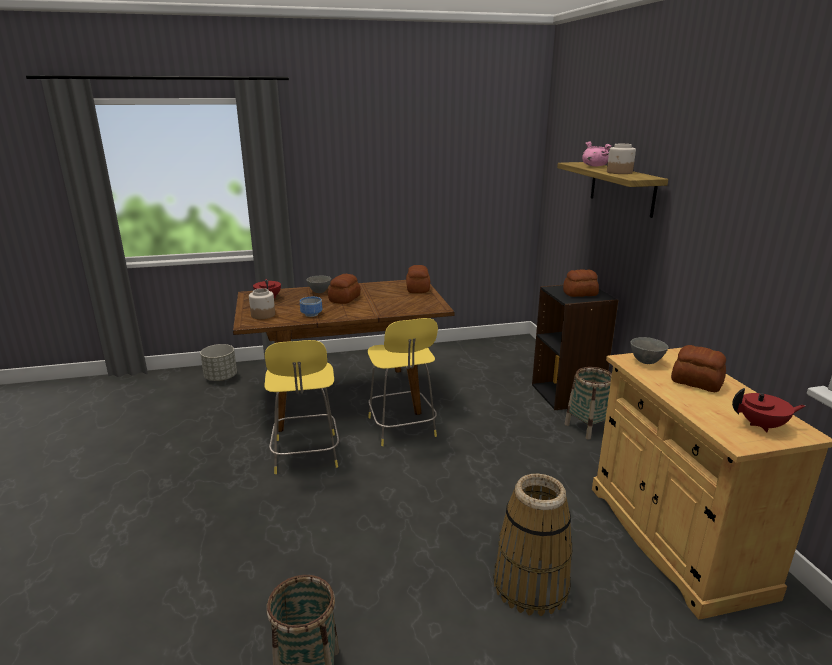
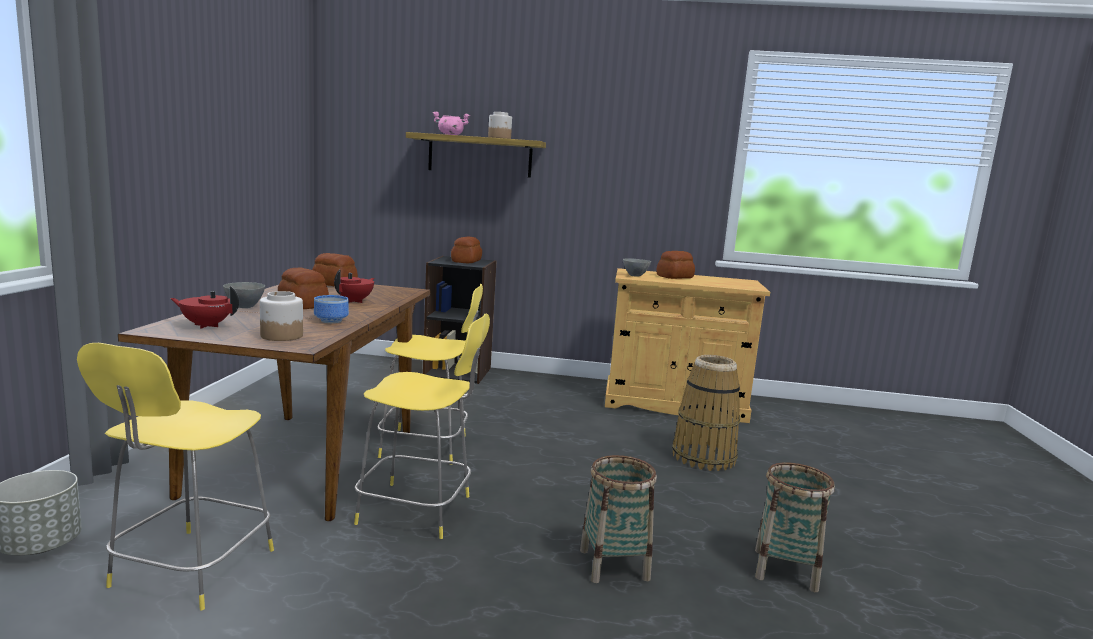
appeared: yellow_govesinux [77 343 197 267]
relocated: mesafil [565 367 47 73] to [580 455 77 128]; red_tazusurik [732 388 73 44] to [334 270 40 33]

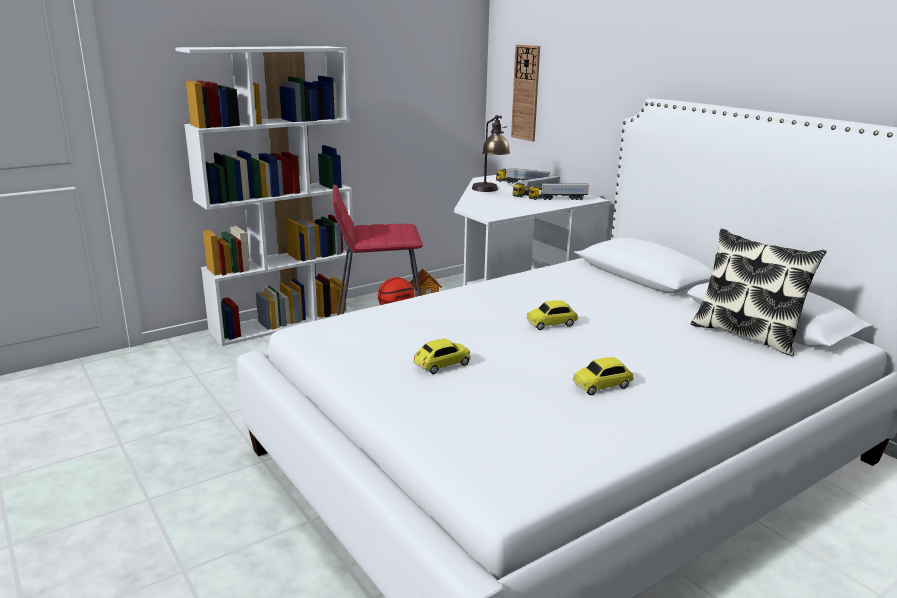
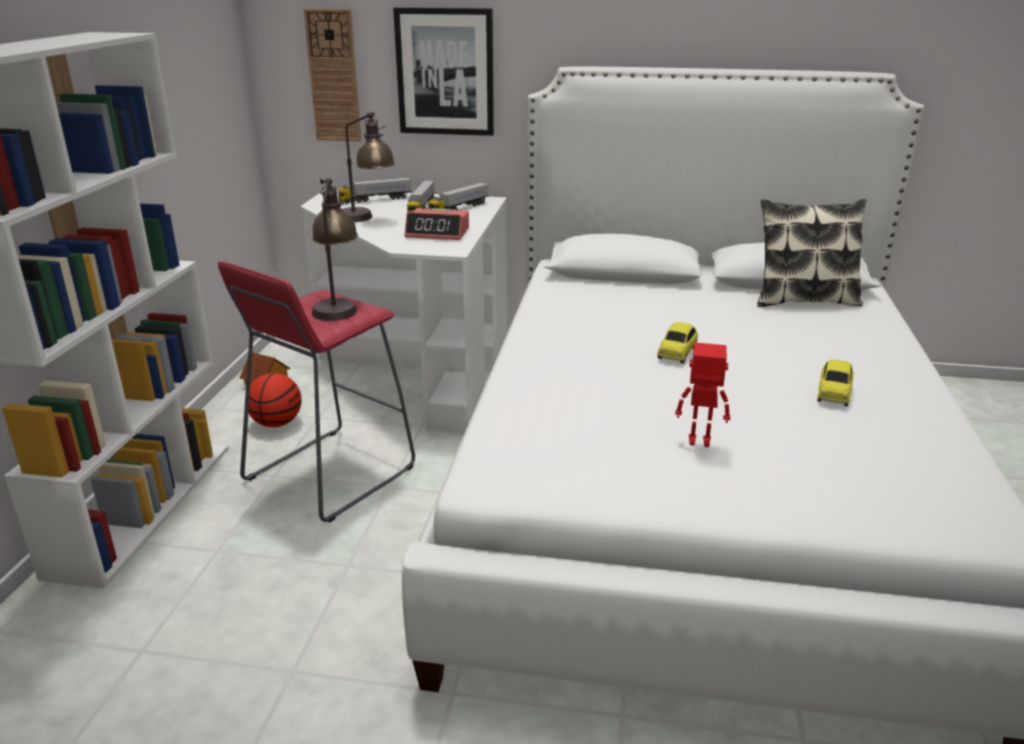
appeared: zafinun [312 178 46 143]; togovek [393 7 101 129]; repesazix [405 208 64 32]
exchanged: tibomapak [413 338 58 36] to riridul [675 342 55 105]

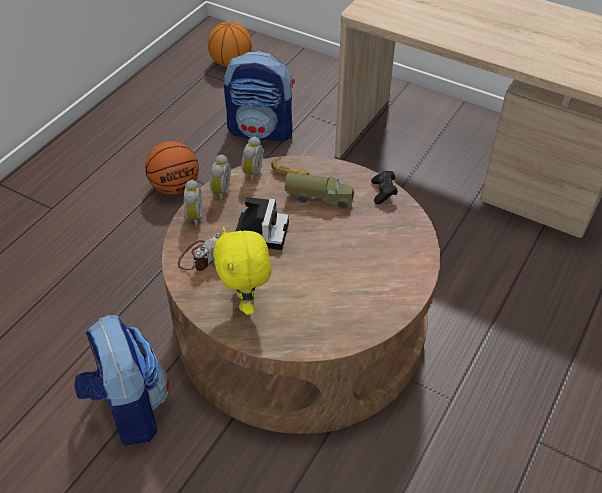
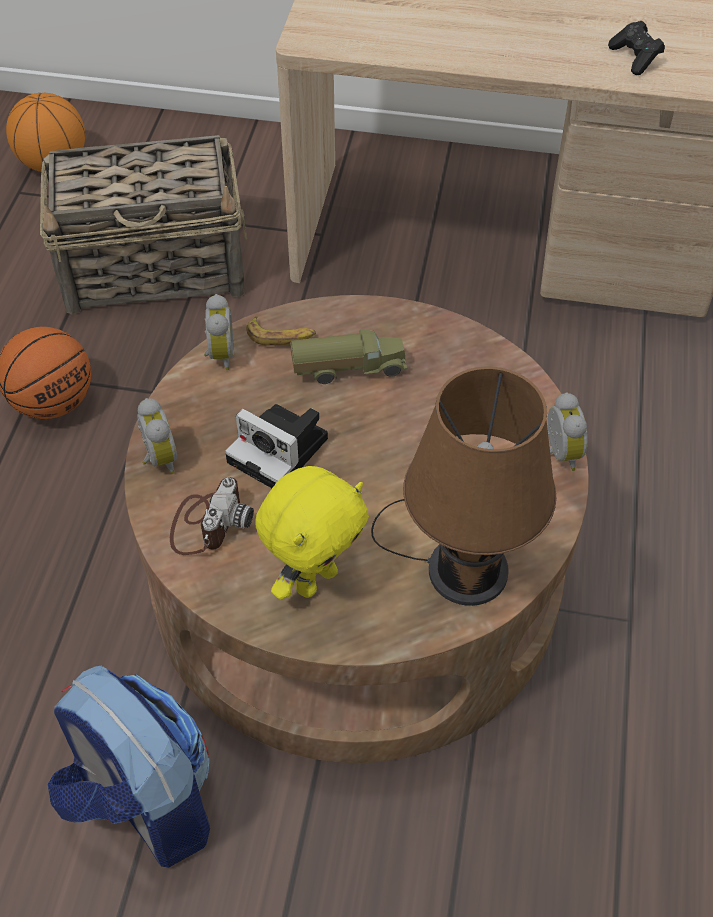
appeared: brown_zafinun [371 366 185 240]
relocated: repesazix [210 154 21 47] to [547 392 41 79]; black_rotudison [371 171 27 34] to [608 21 57 54]
exchanged: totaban [224 51 71 92] to mesafil [40 135 207 180]
spun: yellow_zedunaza [213 227 58 88] = [256 466 113 134] 105 degrees counterclockwise; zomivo [235 197 54 53] = [225 404 103 84] 135 degrees clockwise

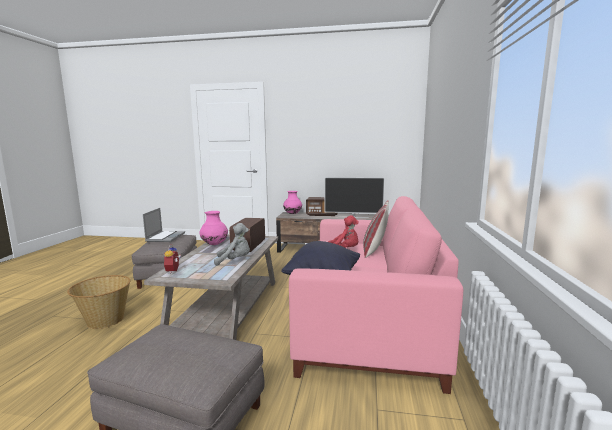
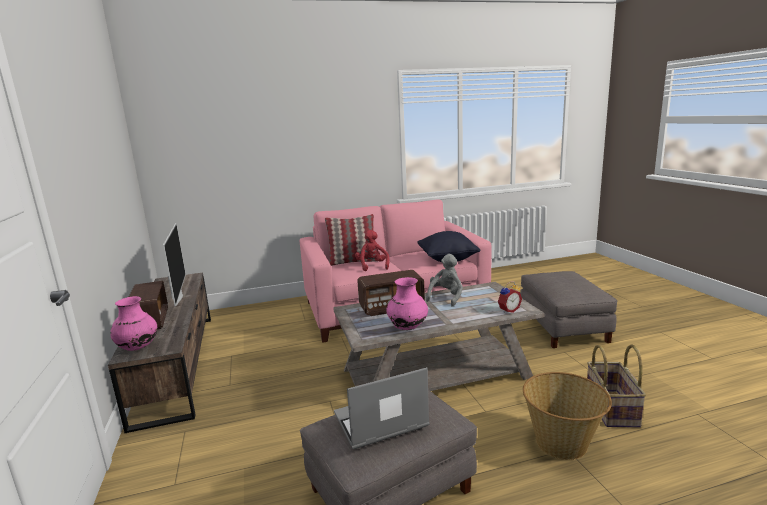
appeared: mesafil [587 344 59 83]
spun: grey_zedunaza [214 223 36 43] = [426 254 37 53] 60 degrees clockwise

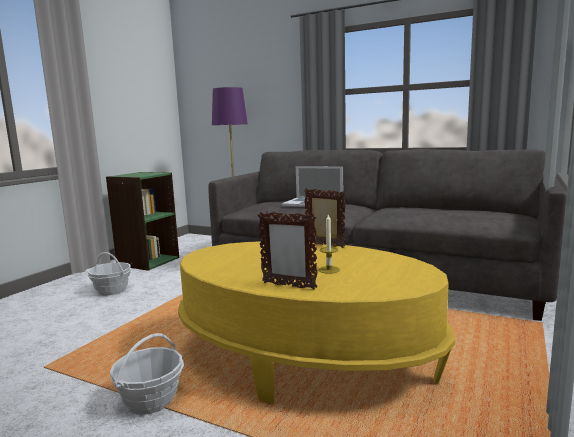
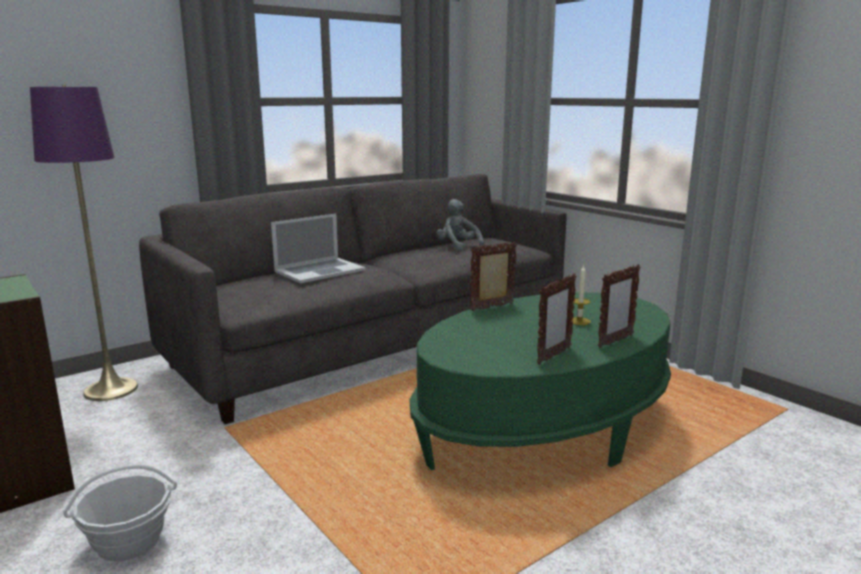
missing: mesafil [110 333 74 82]
appeared: grey_zedunaza [437 199 47 52]; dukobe [537 273 39 92]
colour: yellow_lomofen [178 241 277 164] to green_lomofen [410 292 261 178]

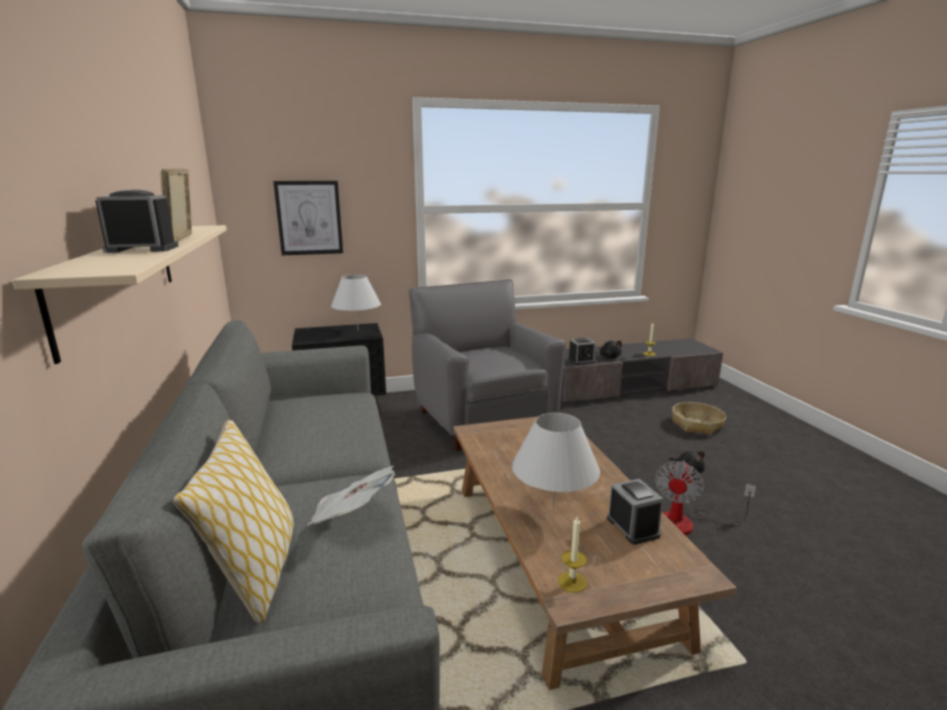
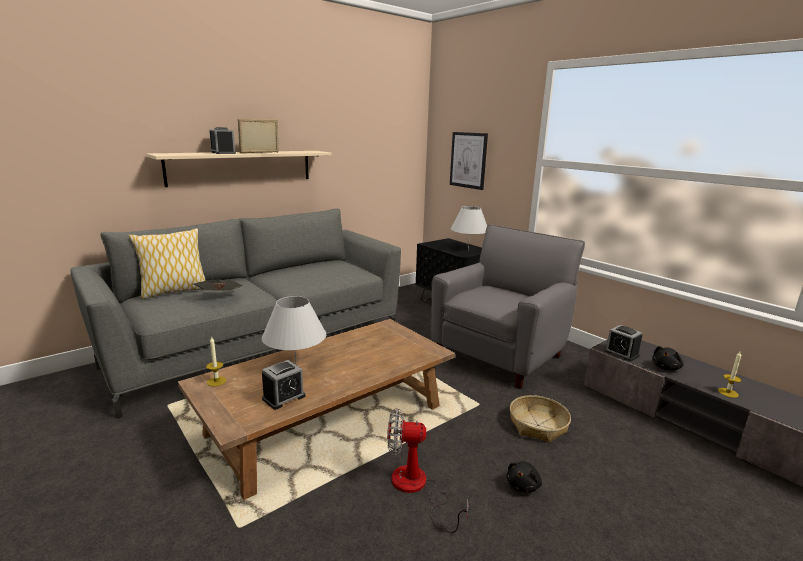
relocated: mesafil [672 402 54 33] to [510 395 61 48]

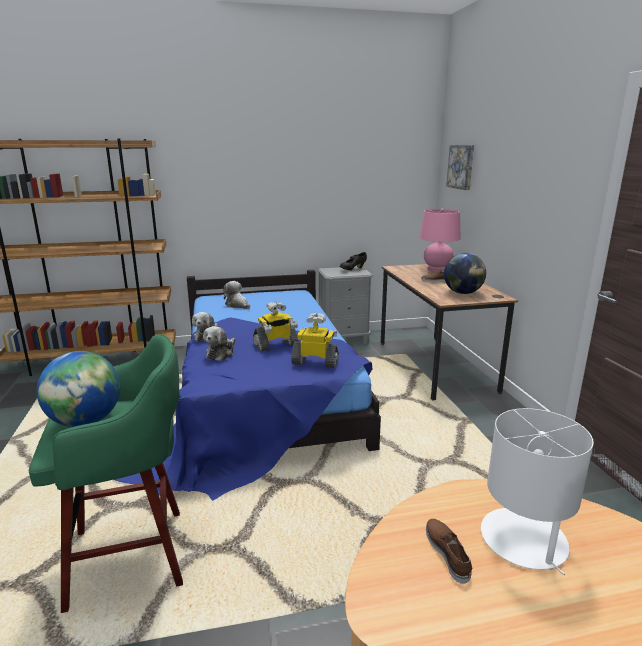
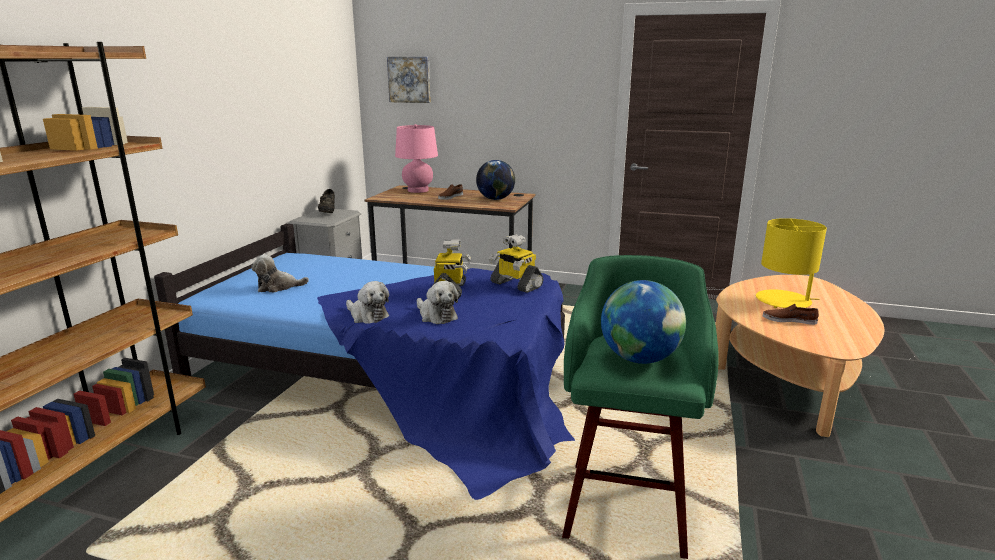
colour: white_zafinun [481 408 113 167] to yellow_zafinun [756 218 71 90]
spun: riridul [291 313 48 55] = [489 234 54 59] 90 degrees counterclockwise

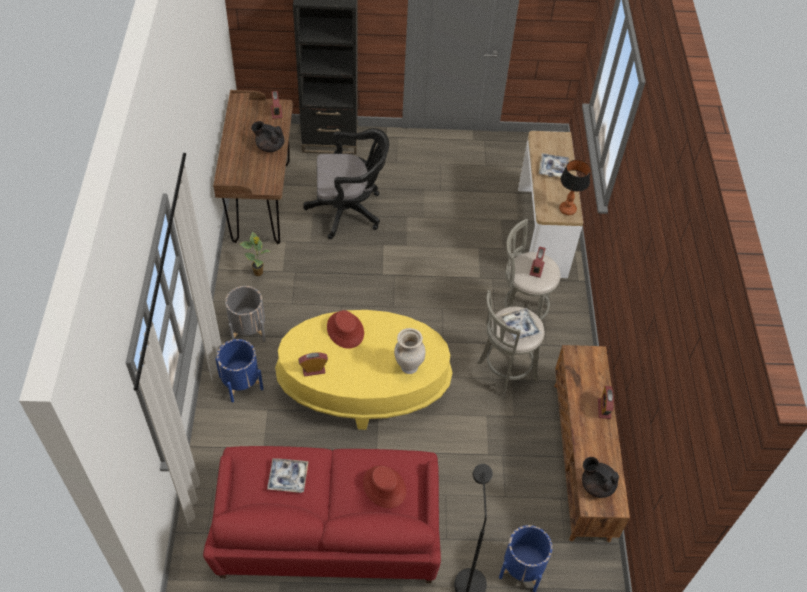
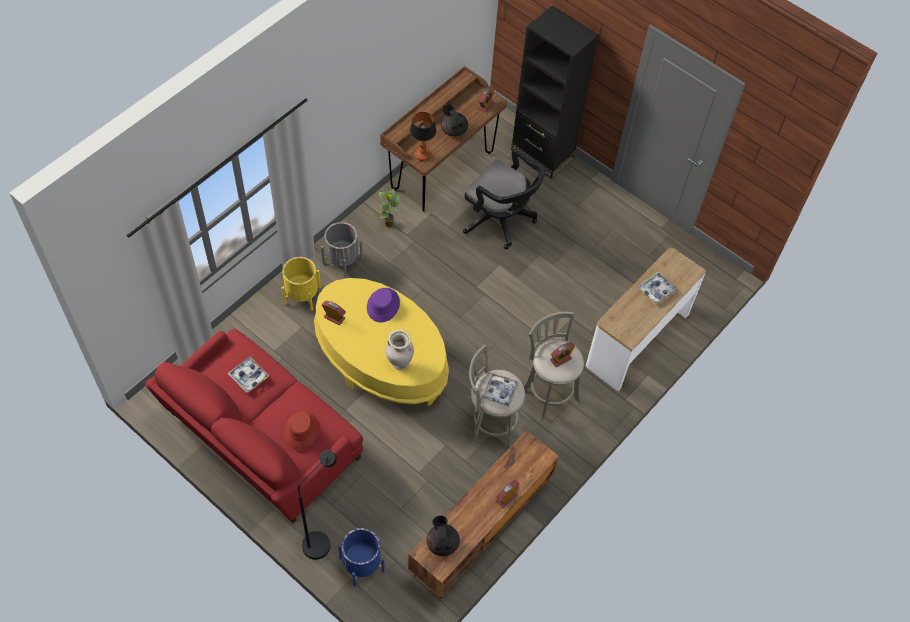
relocated: zafinun [559 160 31 55] to [410 112 26 49]
colour: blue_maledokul [215 339 48 63] to yellow_maledokul [281 257 40 54]; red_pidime [327 310 37 39] to purple_pidime [367 288 33 34]

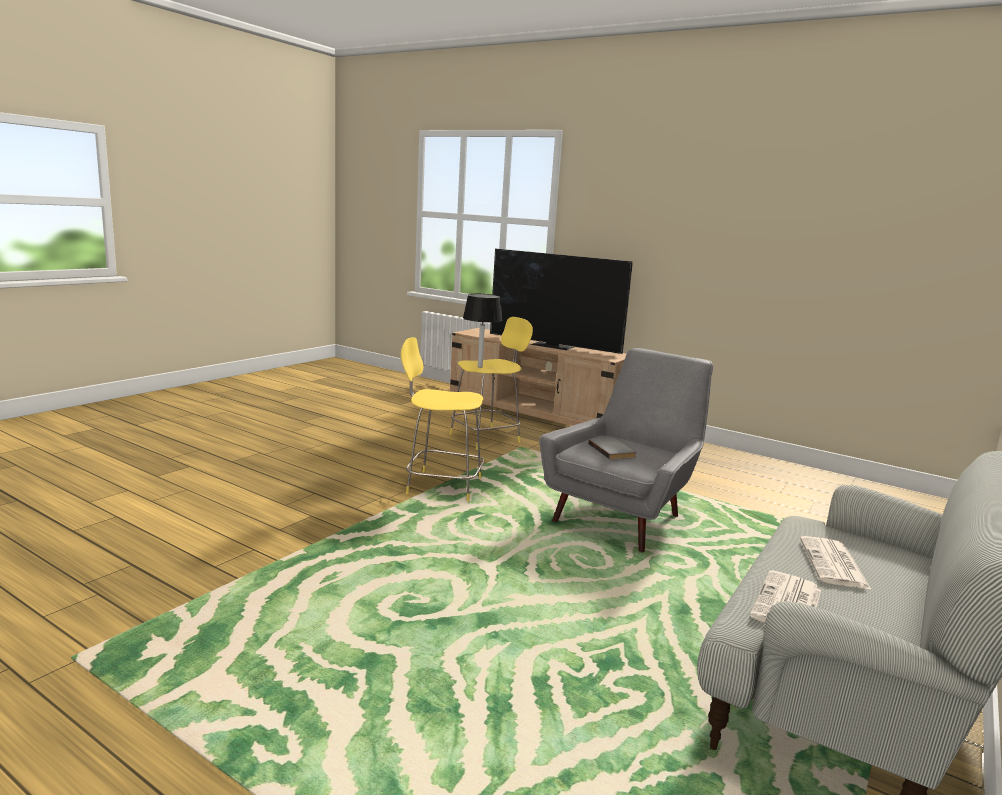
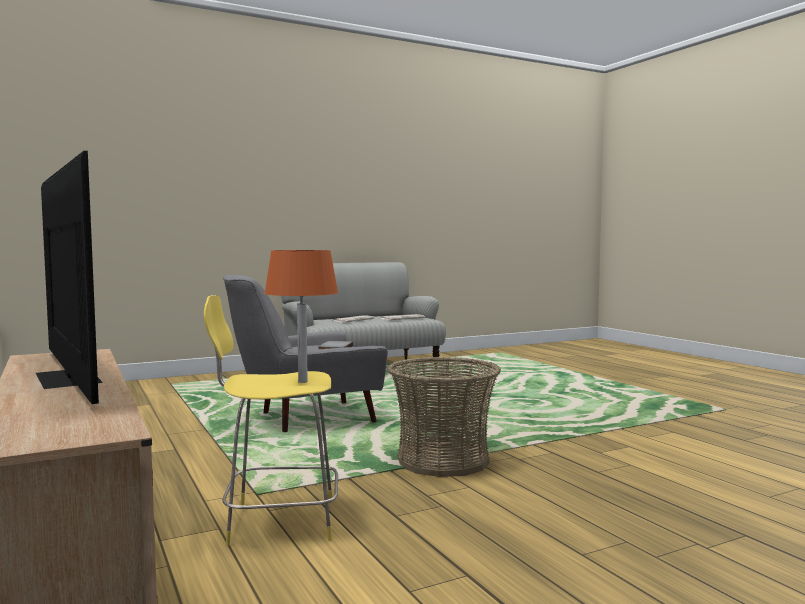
exchanged: yellow_govesinux [401 337 83 164] to mesafil [387 357 114 120]
colour: black_zafinun [463 293 40 75] to orange_zafinun [264 250 74 133]

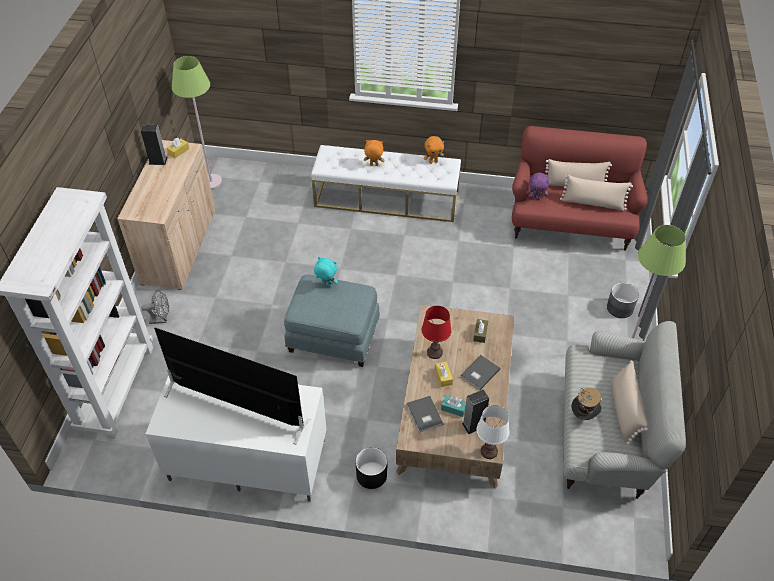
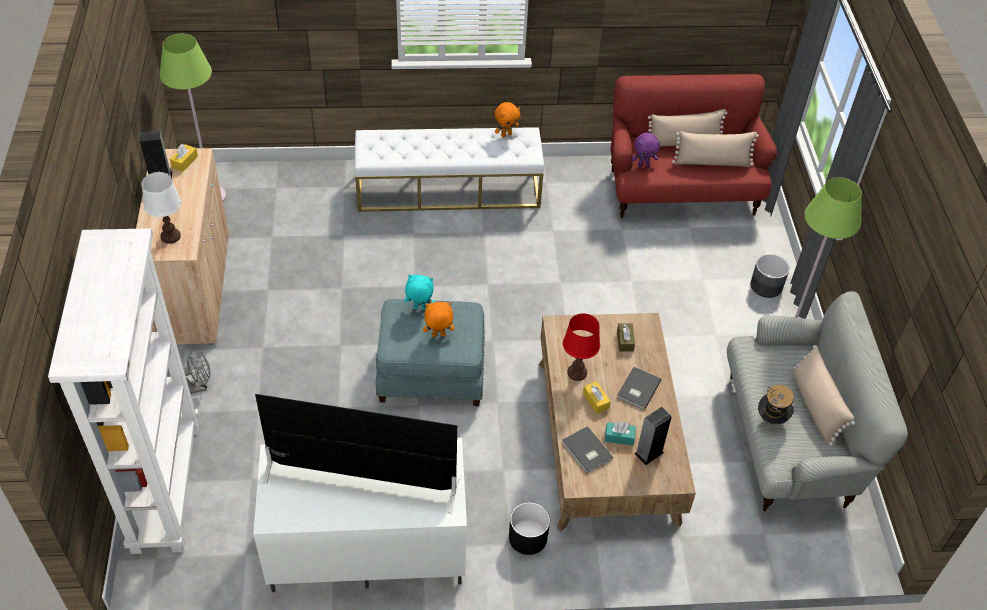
relocated: orange_zedunaza [364 140 21 26] to [423 302 32 35]; white_zafinun [477 405 32 54] to [142 172 39 72]

